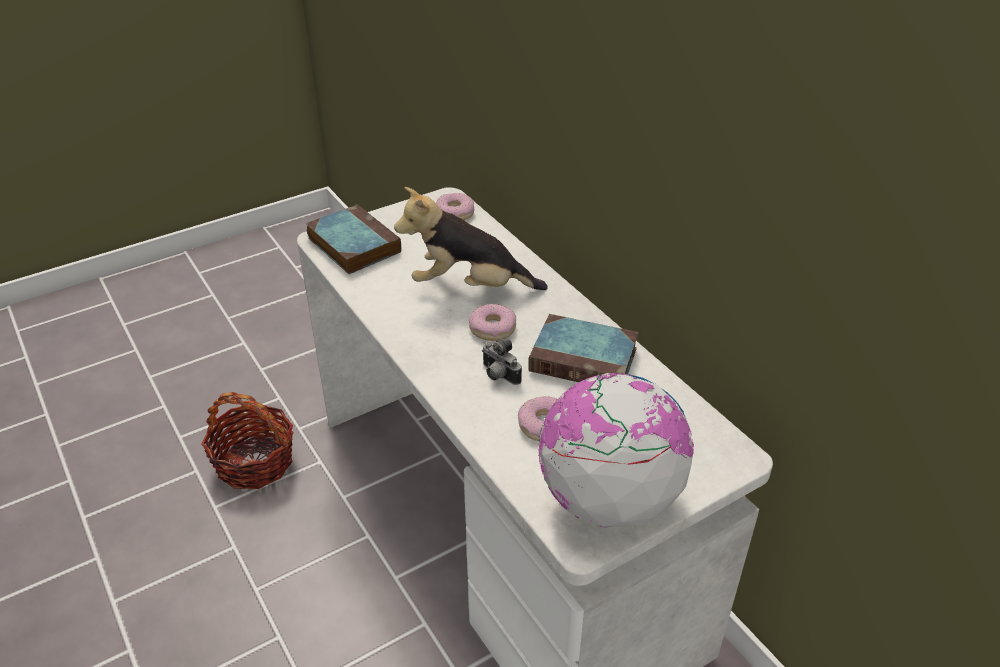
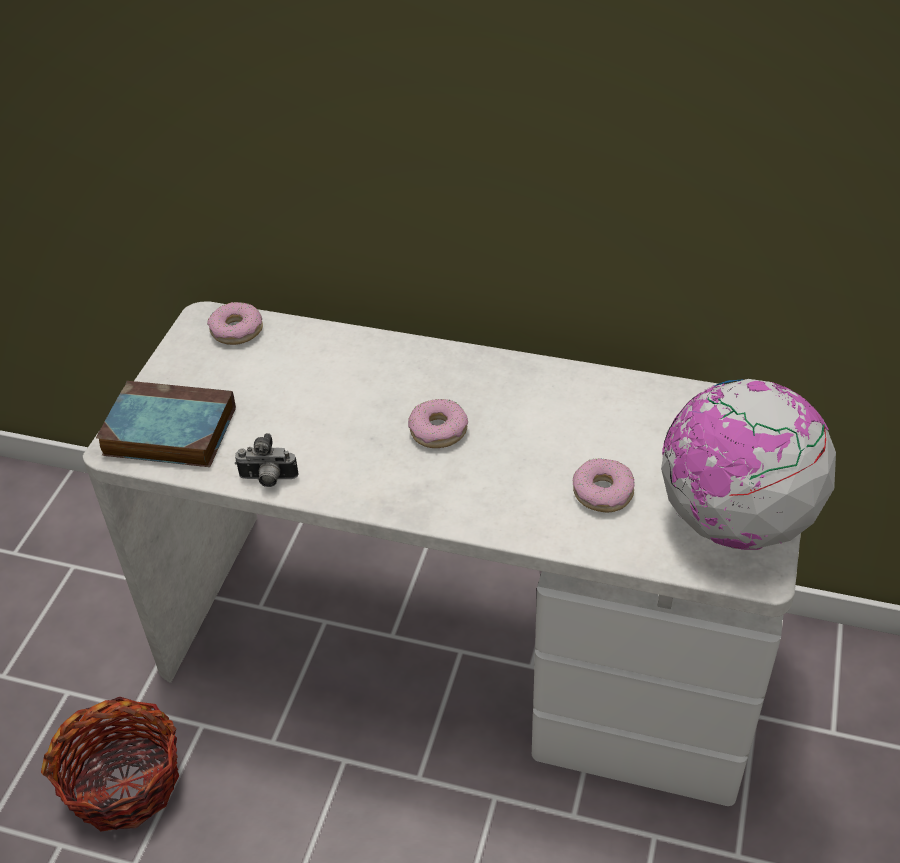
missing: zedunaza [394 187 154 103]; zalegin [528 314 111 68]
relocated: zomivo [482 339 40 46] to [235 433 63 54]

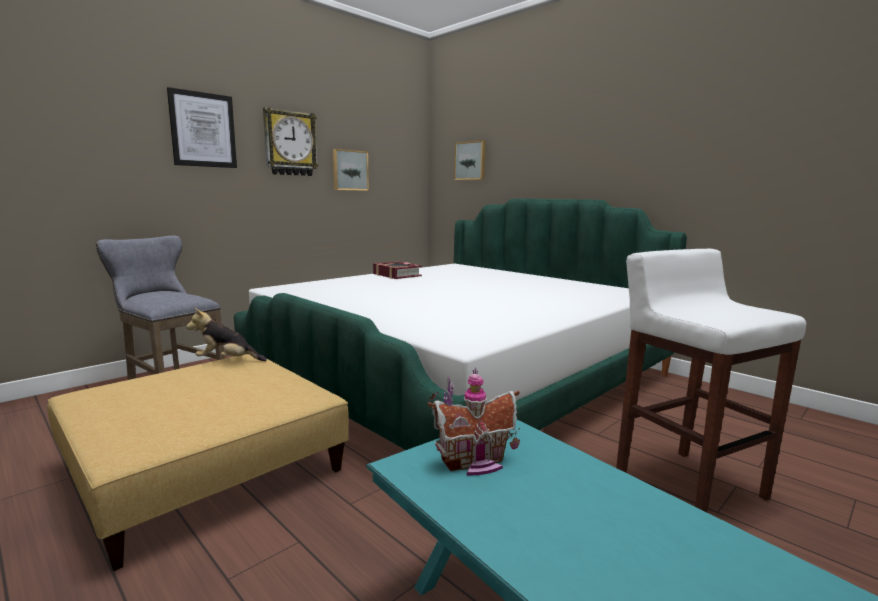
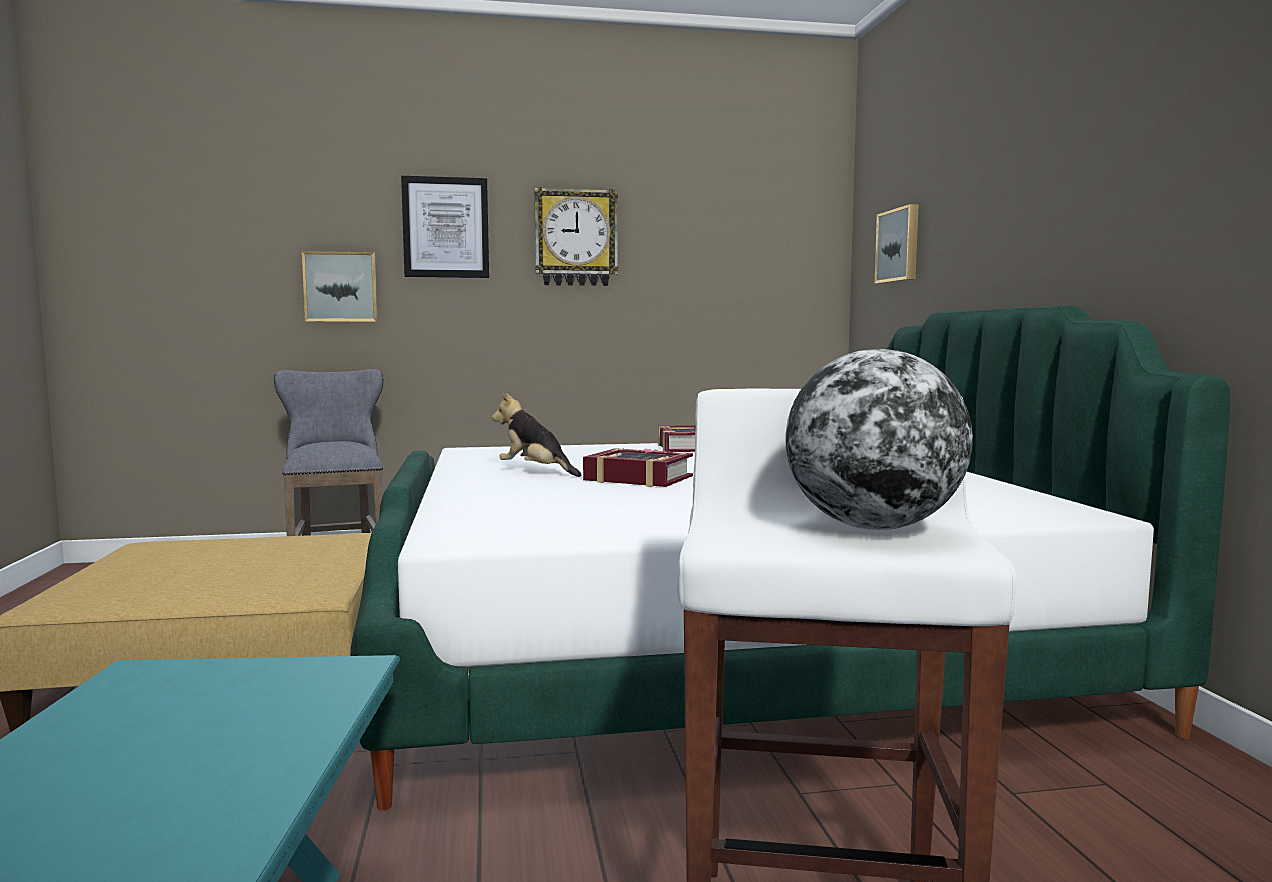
missing: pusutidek [428 368 92 108]
appeared: zalegin [583 448 110 39]; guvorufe [785 349 188 181]
relocated: zedunaza [187 308 80 53] to [492 393 89 84]; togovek [333 149 36 42] to [302 251 76 71]

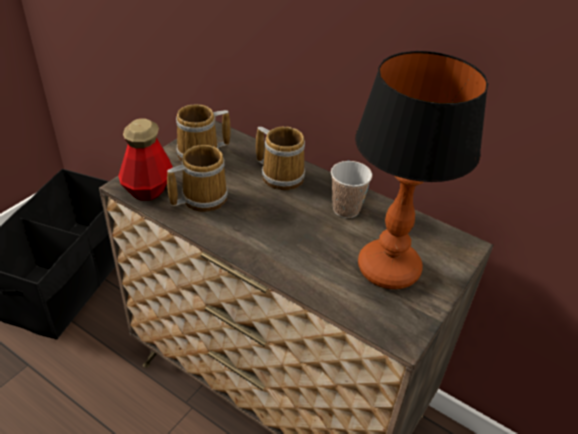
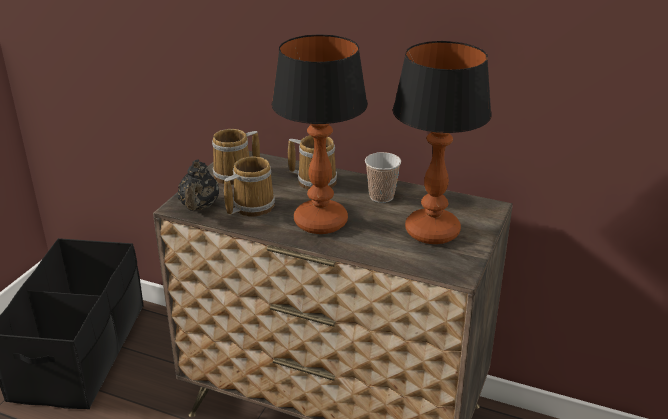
appeared: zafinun [271 34 97 200]
exchanged: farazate [118 119 55 82] to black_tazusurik [177 159 42 52]

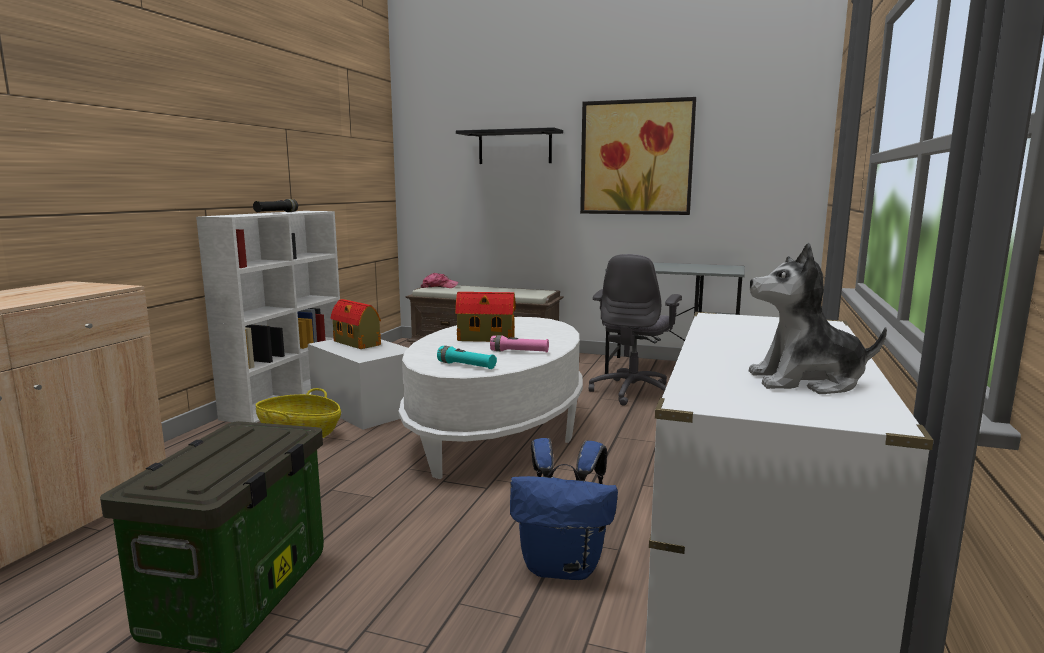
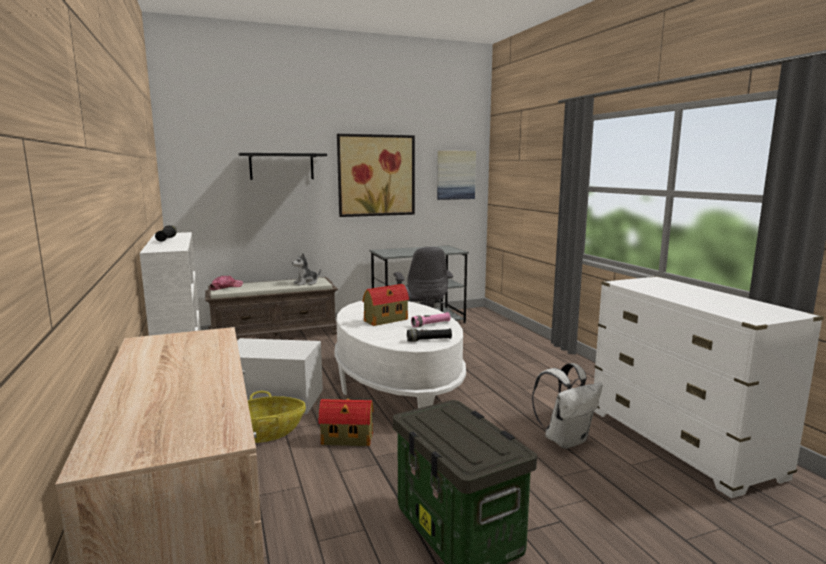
appeared: togovek [437 151 39 49]
relocated: pusutidek [330 299 51 50] to [318 399 56 47]; zedunaza [748 243 139 151] to [292 253 29 33]
colour: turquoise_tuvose [437 346 60 23] to black_tuvose [407 329 45 13]; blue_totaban [510 438 108 142] to white_totaban [532 363 71 86]

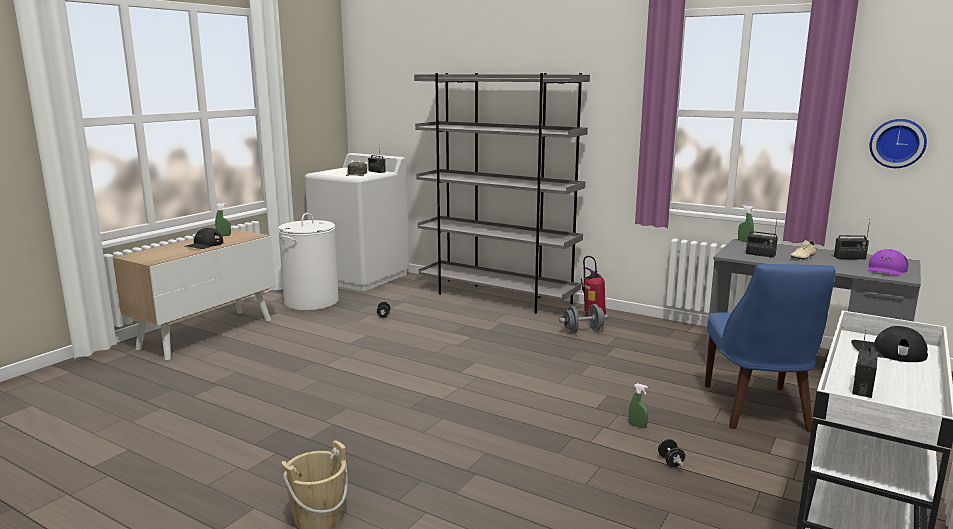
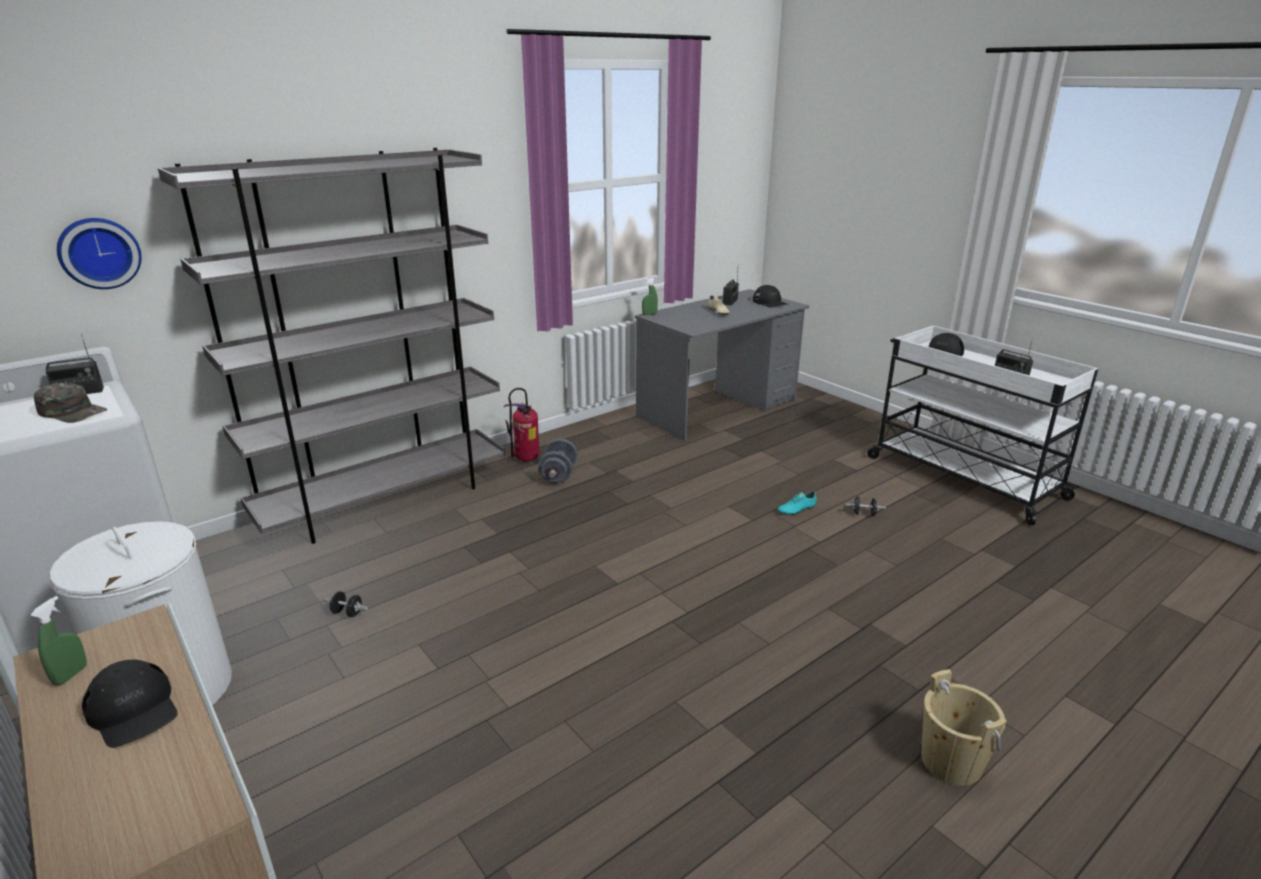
missing: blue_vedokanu [705 264 130 168]; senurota [746 221 32 37]
relocated: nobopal [870 119 57 49] to [57 218 85 71]
exchanged: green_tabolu [629 383 19 45] to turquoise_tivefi [778 491 39 25]
colour: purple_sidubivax [867 249 41 27] to black_sidubivax [753 285 34 23]

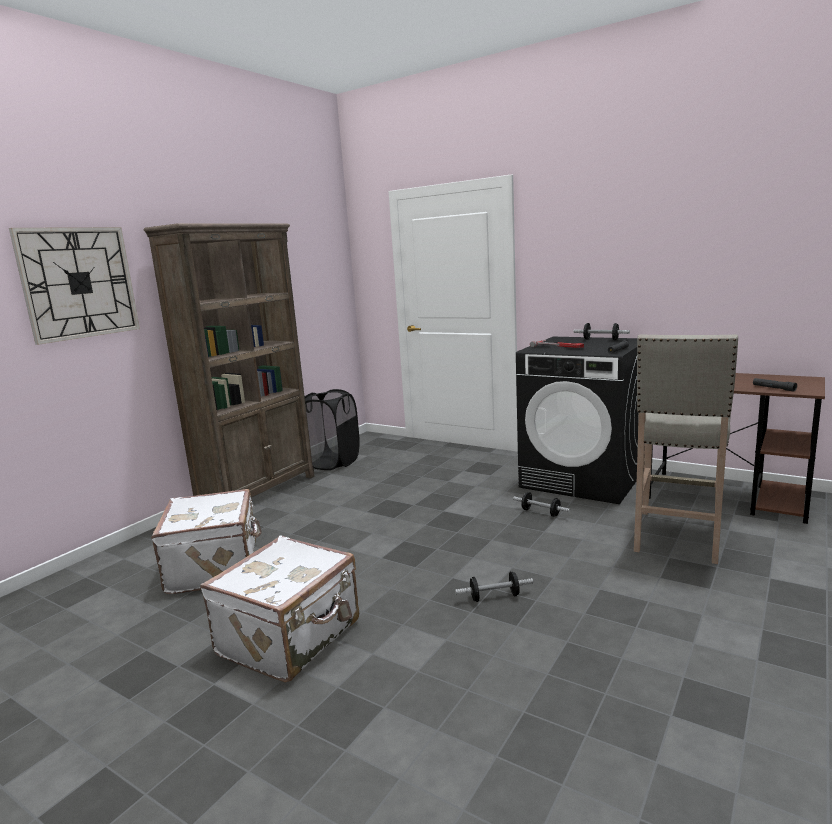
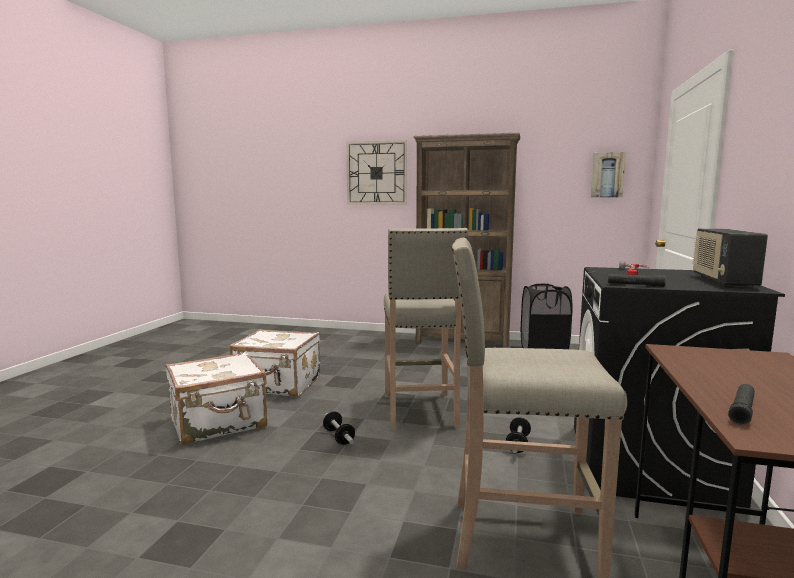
appeared: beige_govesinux [384 228 84 202]; togovek [591 152 35 46]
relocated: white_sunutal [151 489 111 105] to [166 352 101 93]
exchanged: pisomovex [574 323 56 17] to senurota [693 229 75 58]

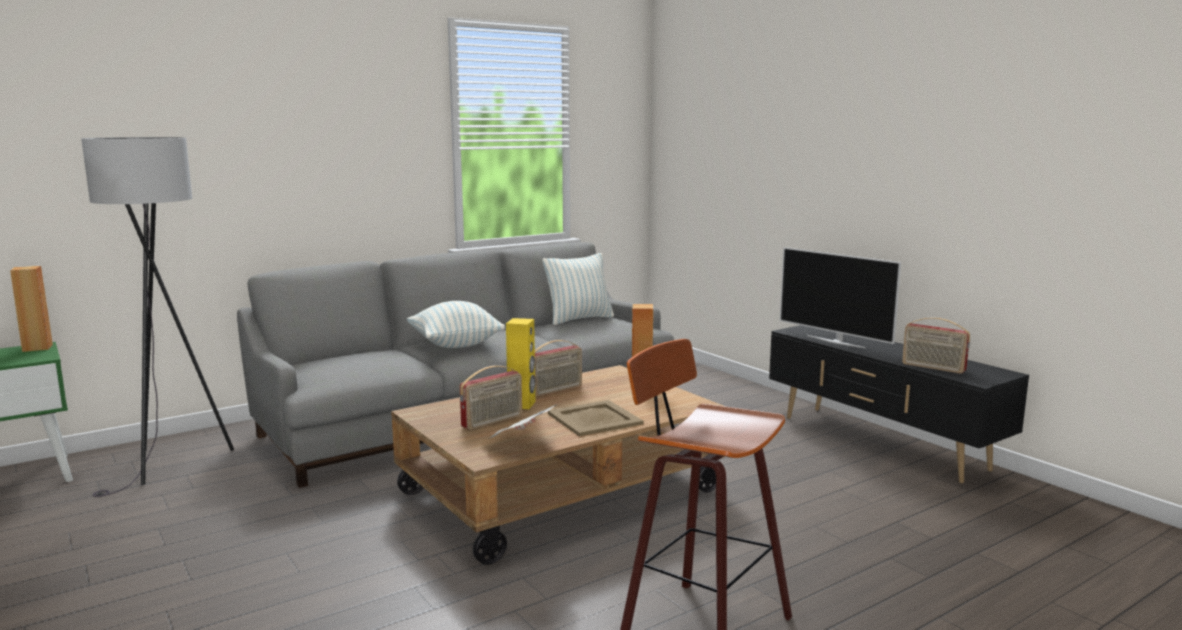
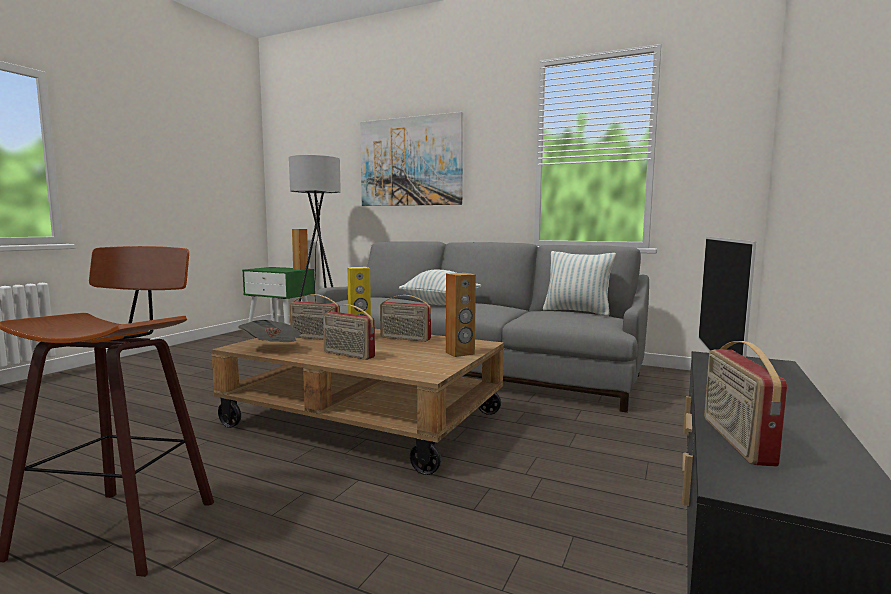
appeared: togovek [360 112 103 94]
exchanged: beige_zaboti [548 400 96 37] to senurota [323 305 52 55]

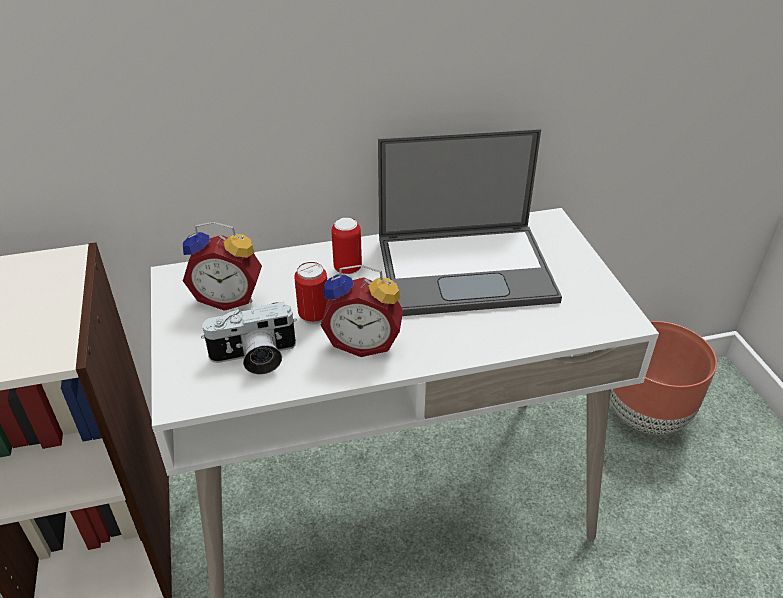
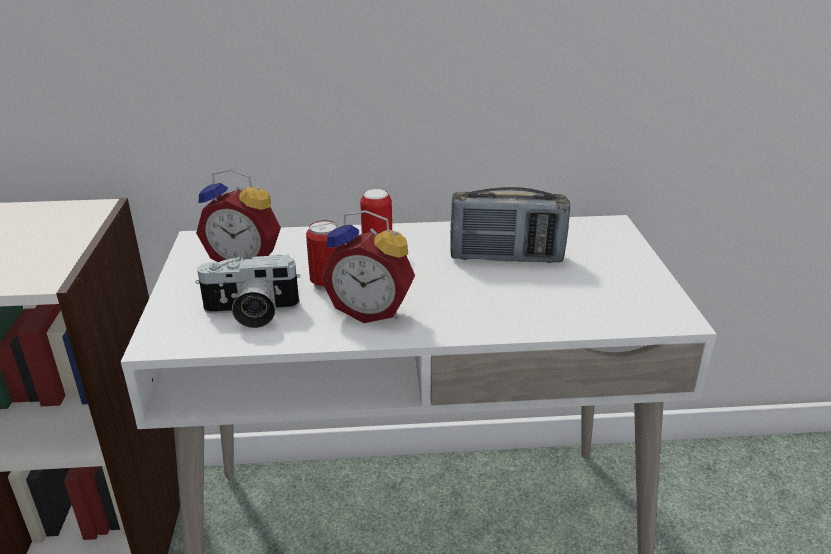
missing: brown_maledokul [610 321 107 114]
exchanged: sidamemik [378 129 184 187] to senurota [450 187 120 76]

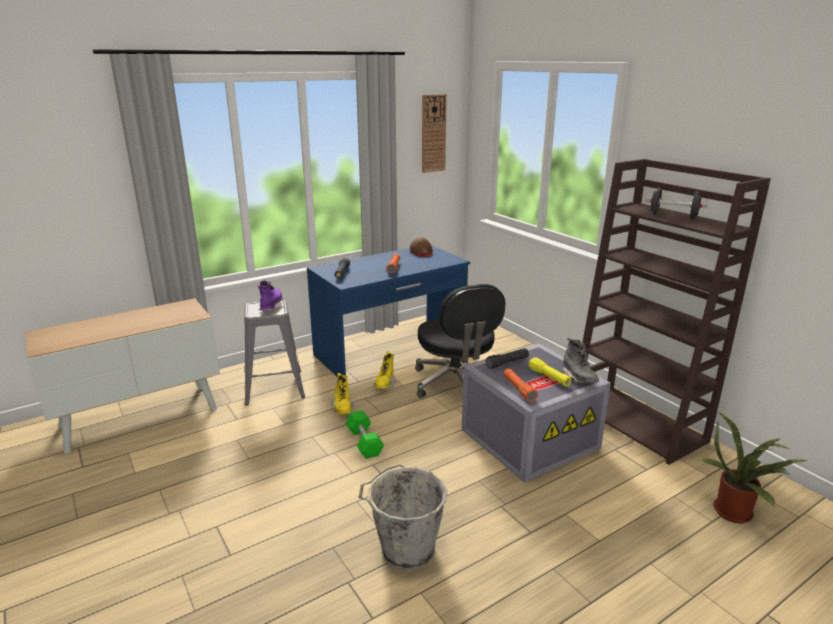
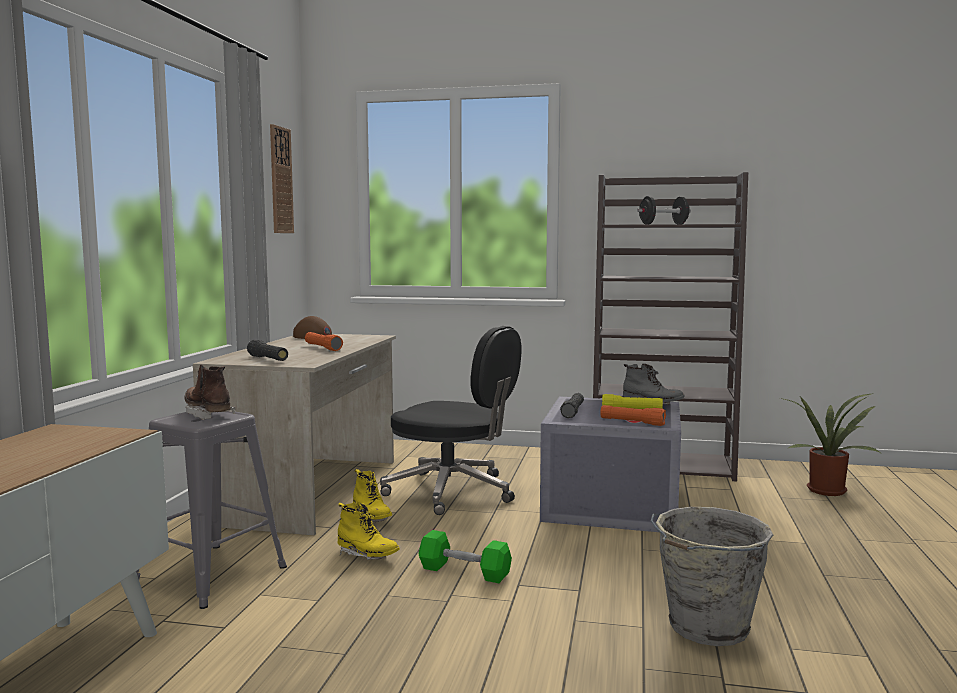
colour: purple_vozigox [257 280 27 31] to brown_vozigox [184 365 51 55]; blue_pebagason [307 245 163 132] to beige_pebagason [193 334 203 201]

